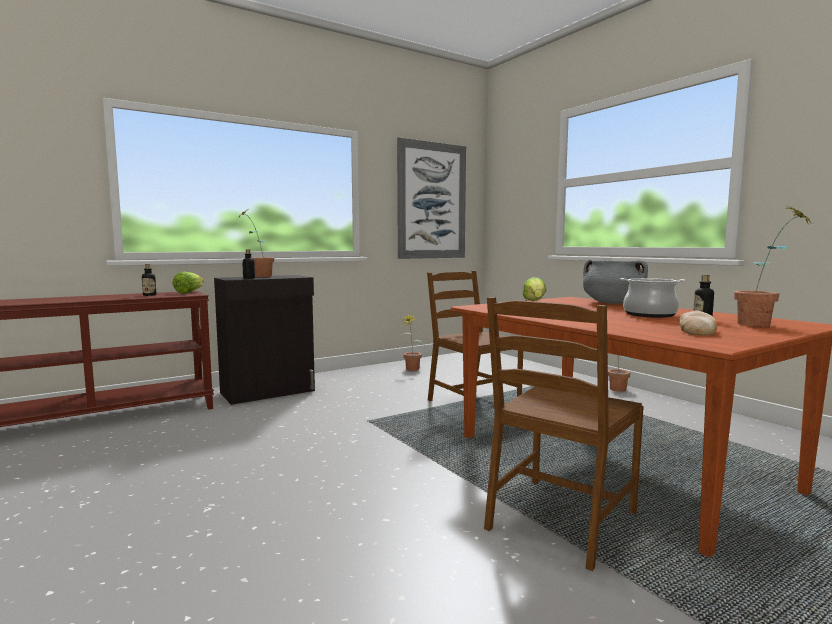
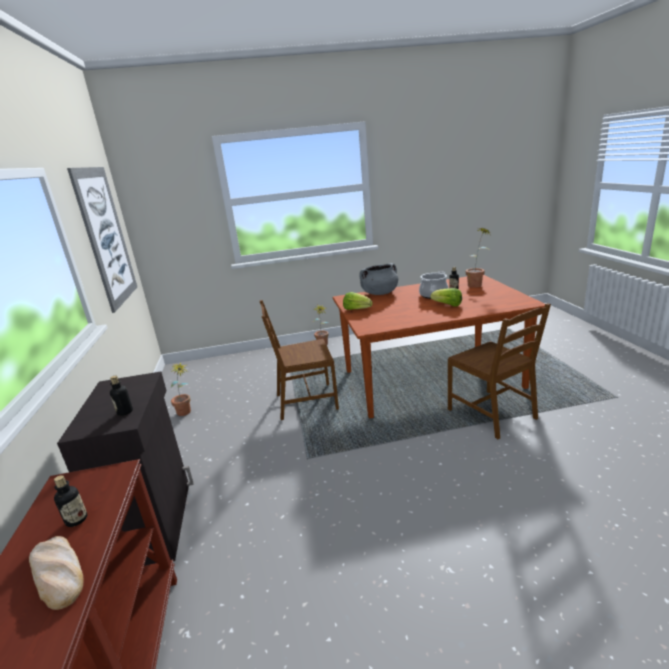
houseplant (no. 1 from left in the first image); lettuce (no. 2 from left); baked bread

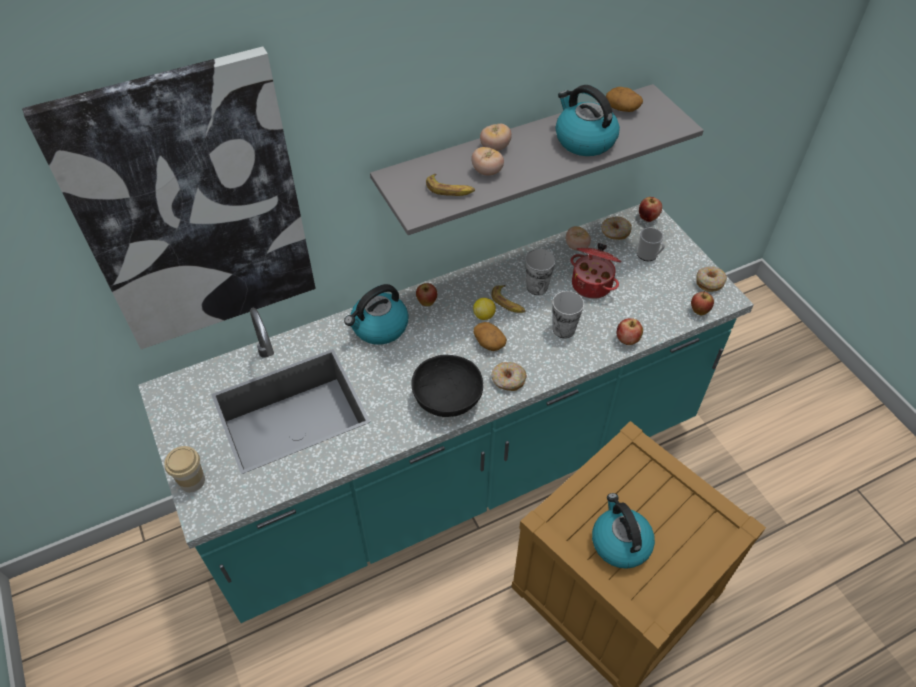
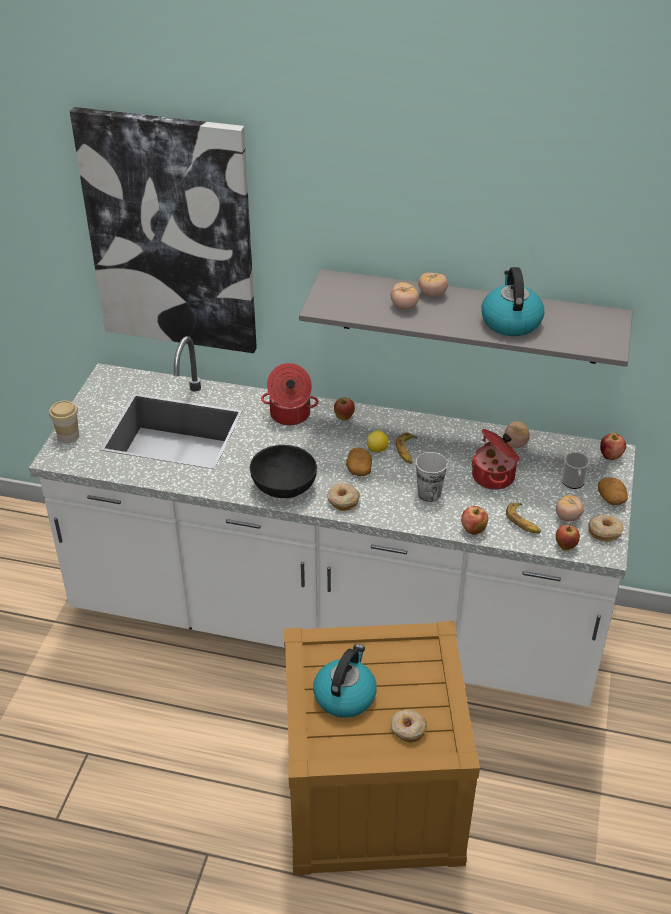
whole potato (no. 2 from left); banana (no. 2 from left); kitchen base unit (white); donut (no. 2 from left); drinking cup (no. 2 from left in the first image); saucepot (no. 1 from left); tomato (no. 4 from left)

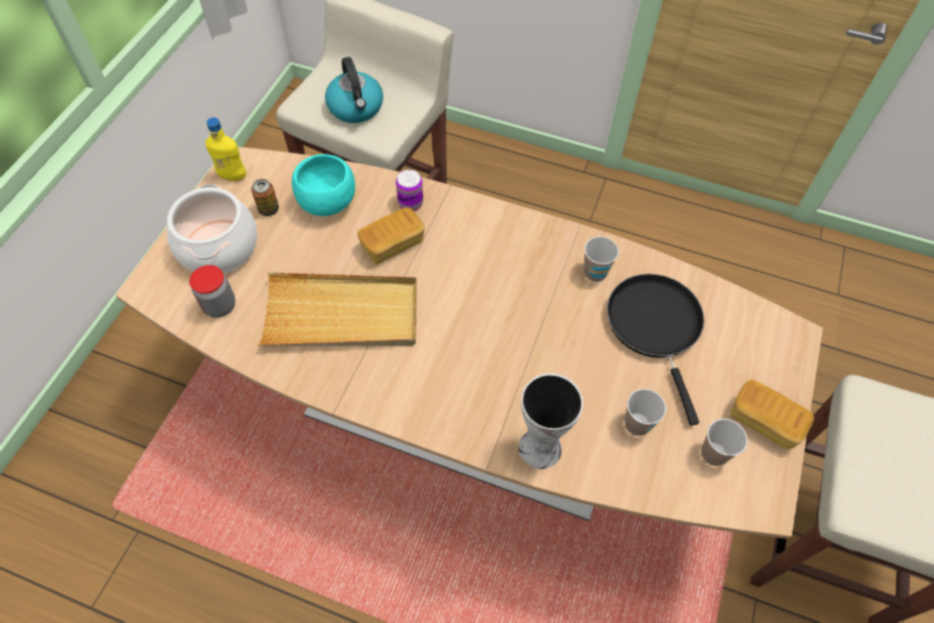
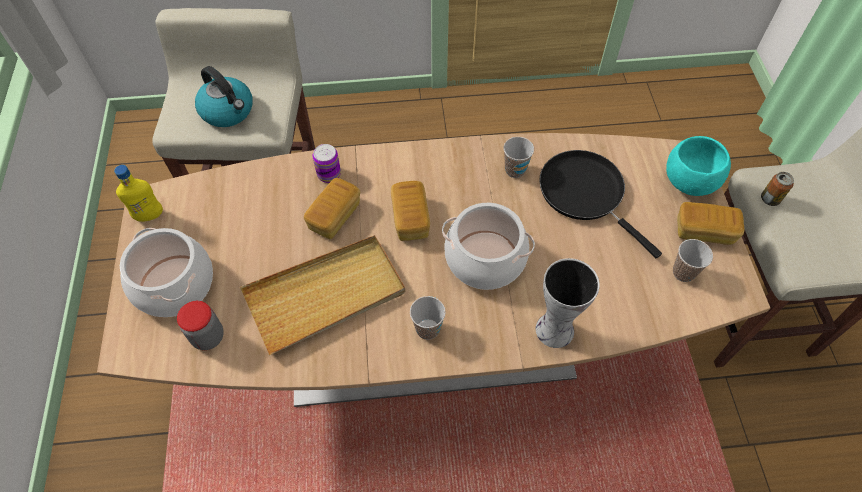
bowl (blue-green); can (no. 2 from left); drinking cup (no. 1 from left); baked bread (no. 2 from left); saucepot (no. 2 from left)

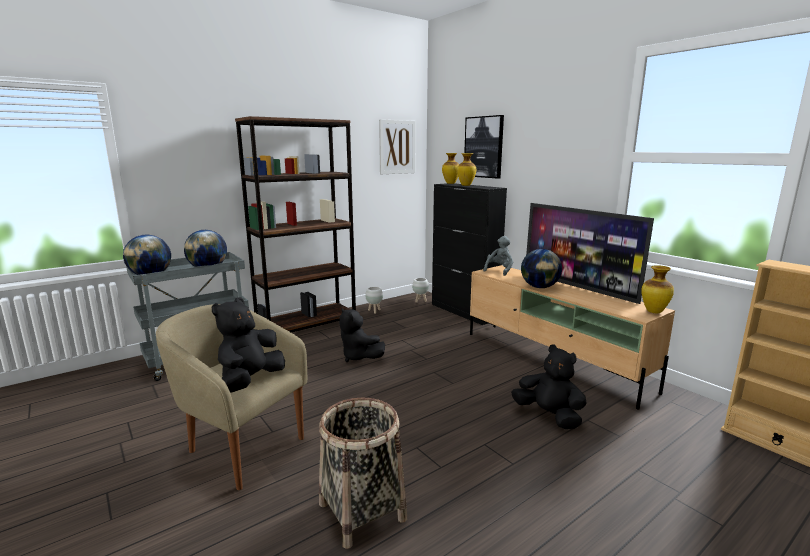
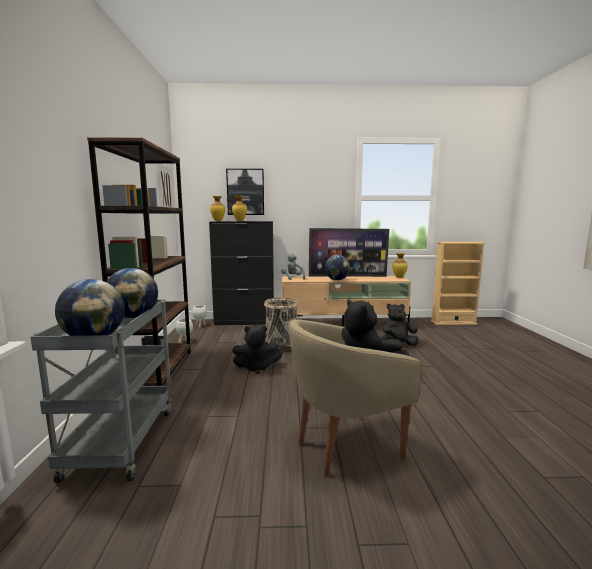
basket

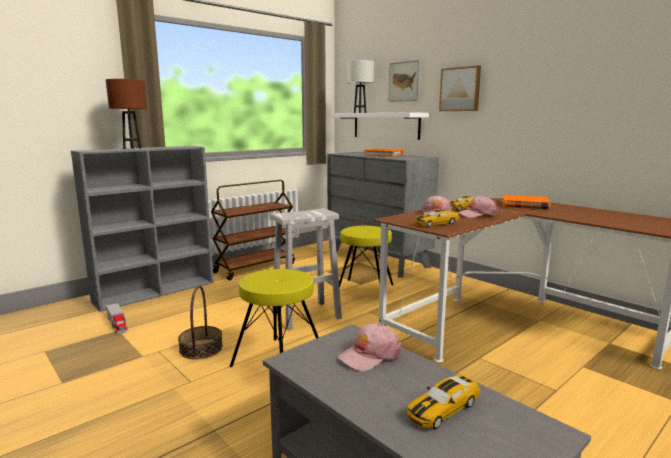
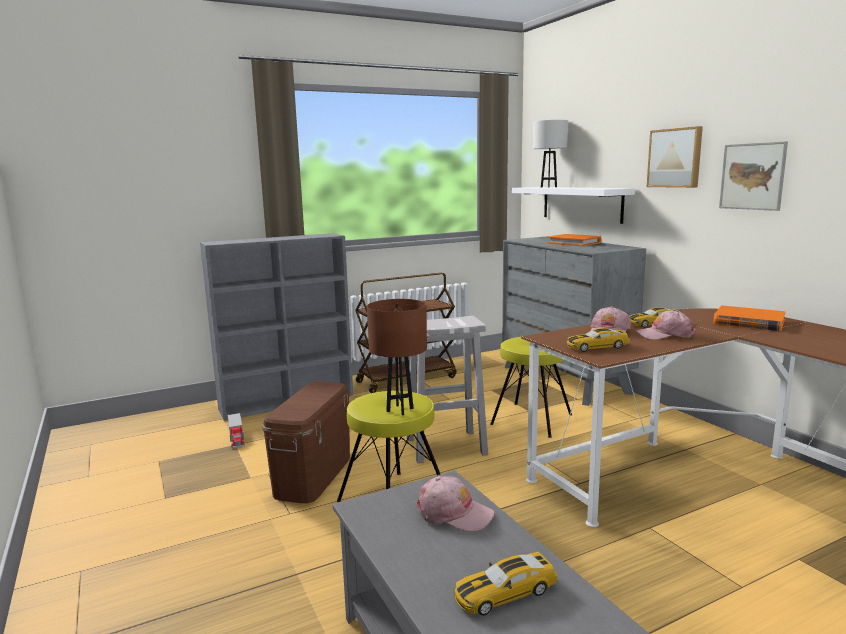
wall picture (no. 2 from left); tabletop lamp (brown); storage bin (brown); peaked cap (pink-coloured) (no. 1 from left)

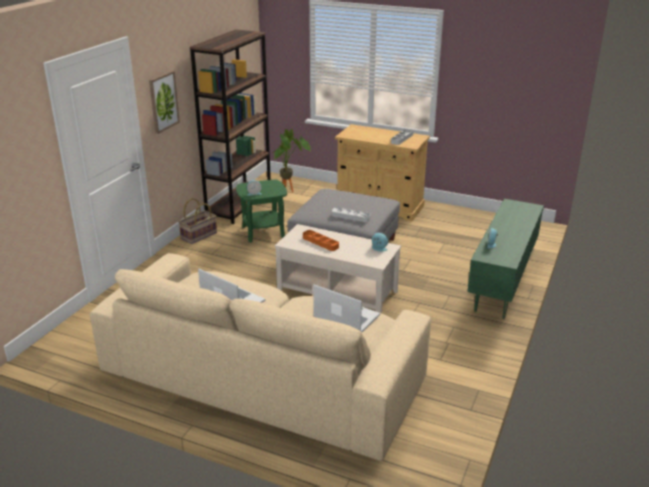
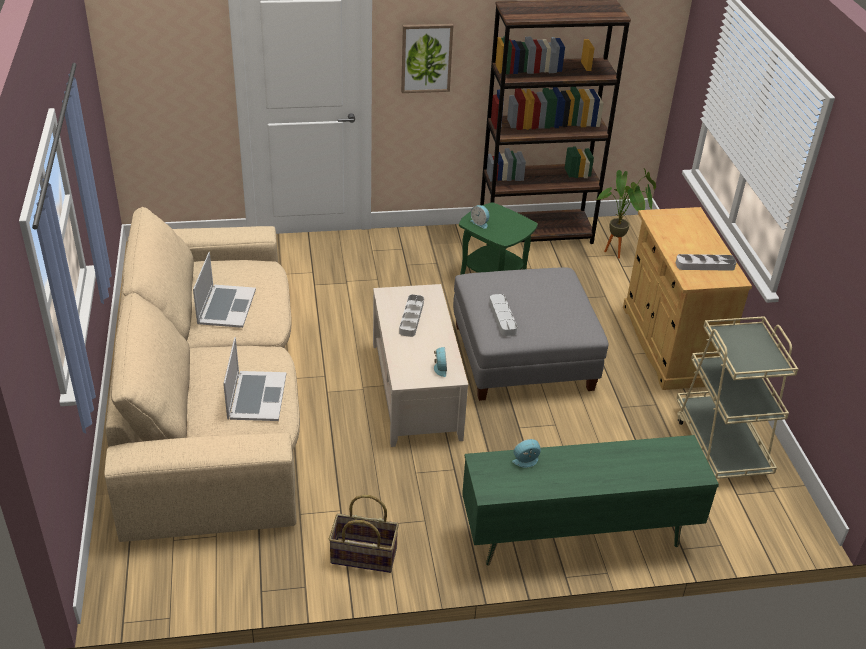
basket; carrying tray (greyish) (no. 1 from left); trolley (sand-coloured)

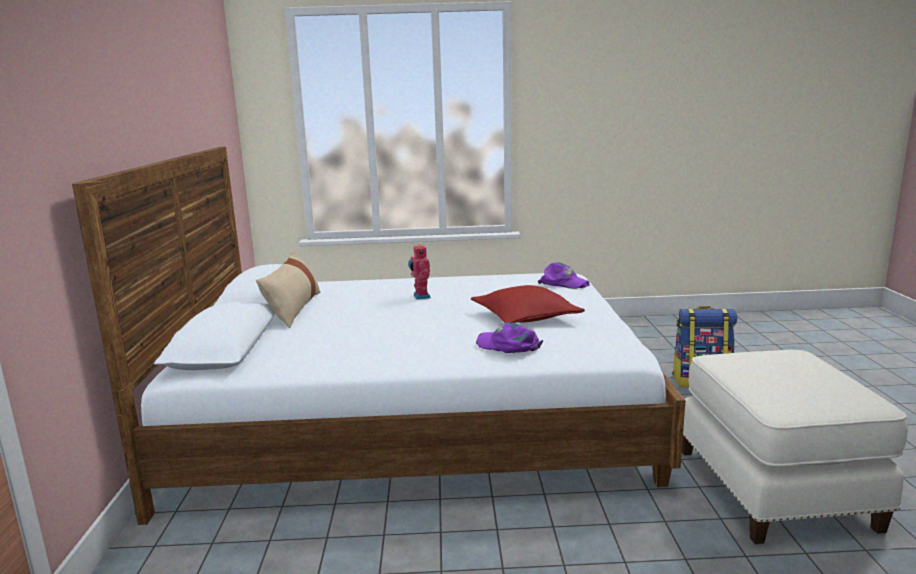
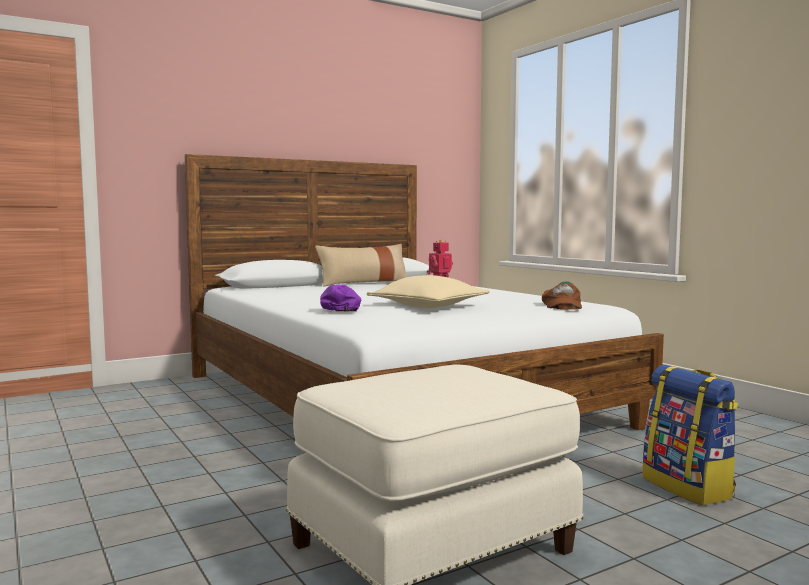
peaked cap (brown); pillow (sand-coloured) (no. 2 from left)

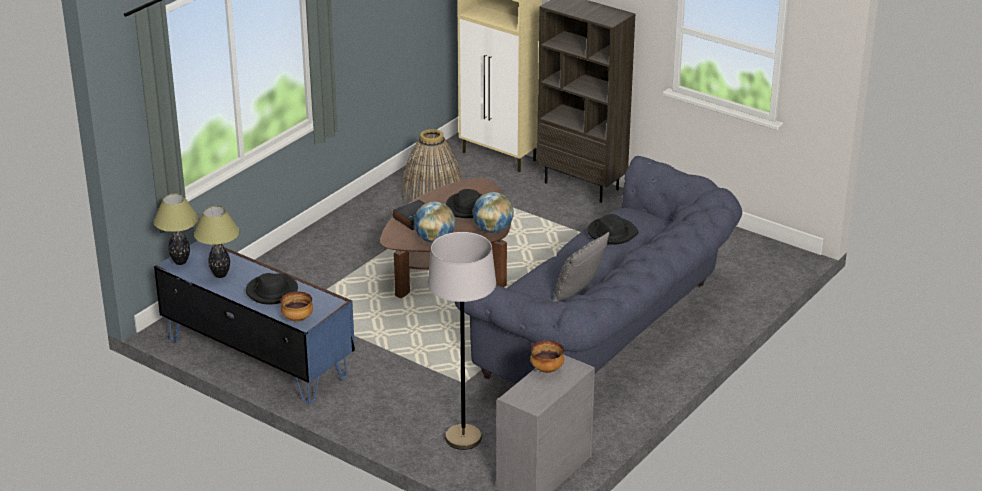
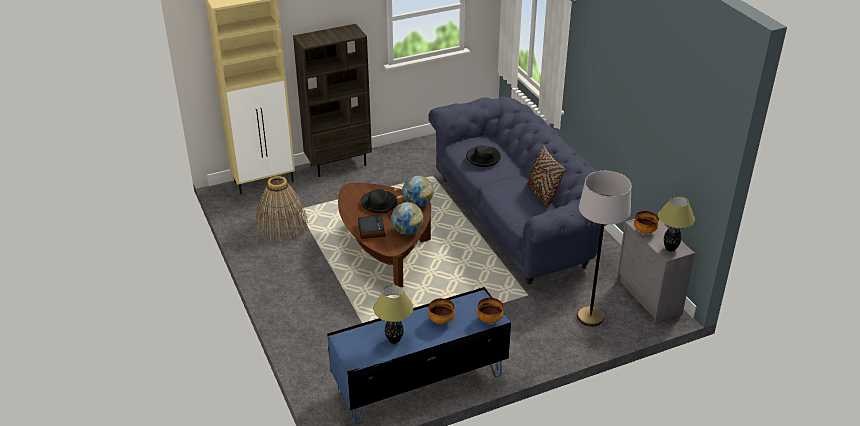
tabletop lamp (no. 2 from left); pillow (brown); bowl (no. 1 from left)

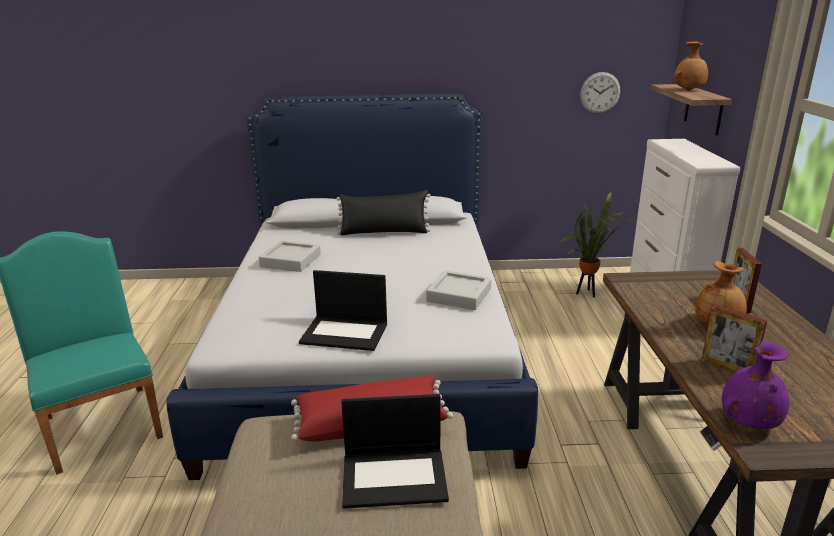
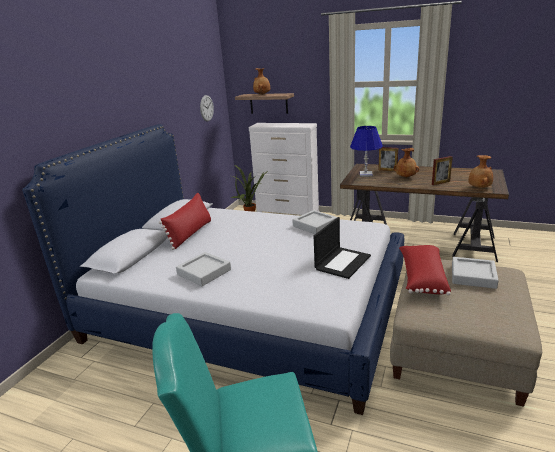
pillow (red) (no. 1 from left); decorative vase (brown) (no. 3 from left); carrying tray (greyish) (no. 3 from left); tabletop lamp (bluish)

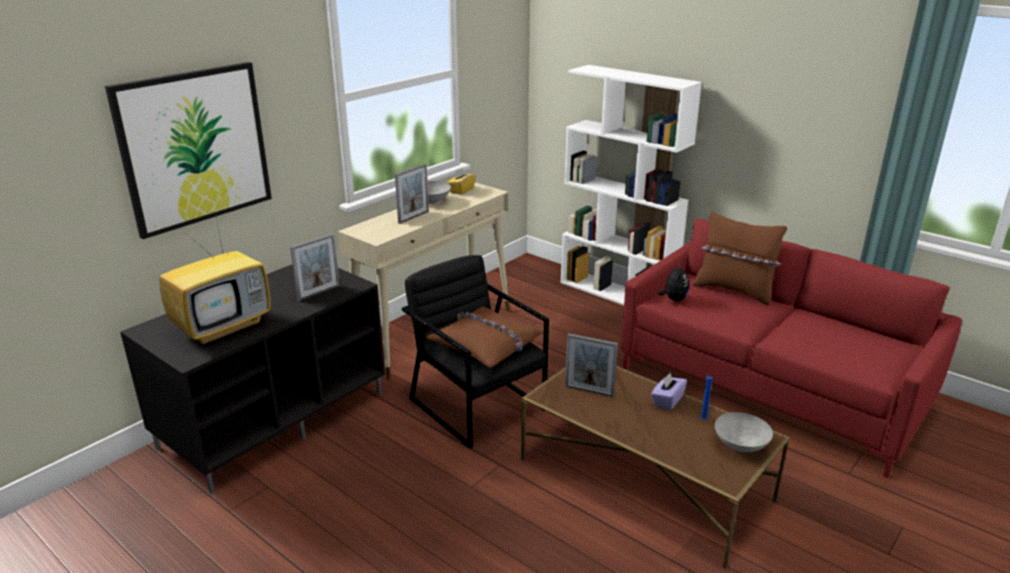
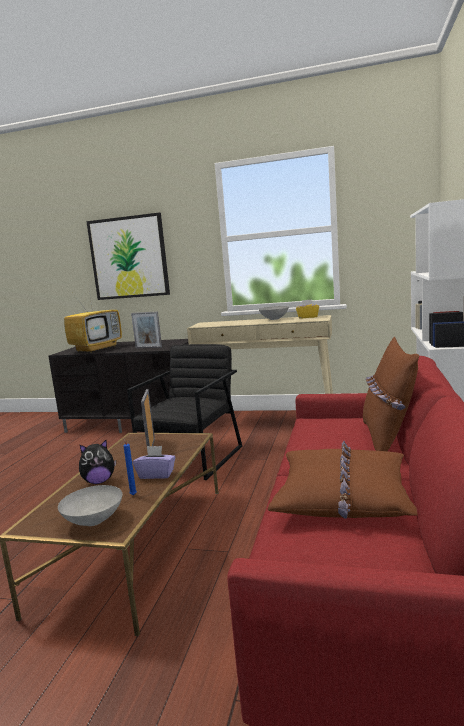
standing frame (no. 2 from left in the first image); television; cuddly toy; pillow (brown) (no. 1 from left)

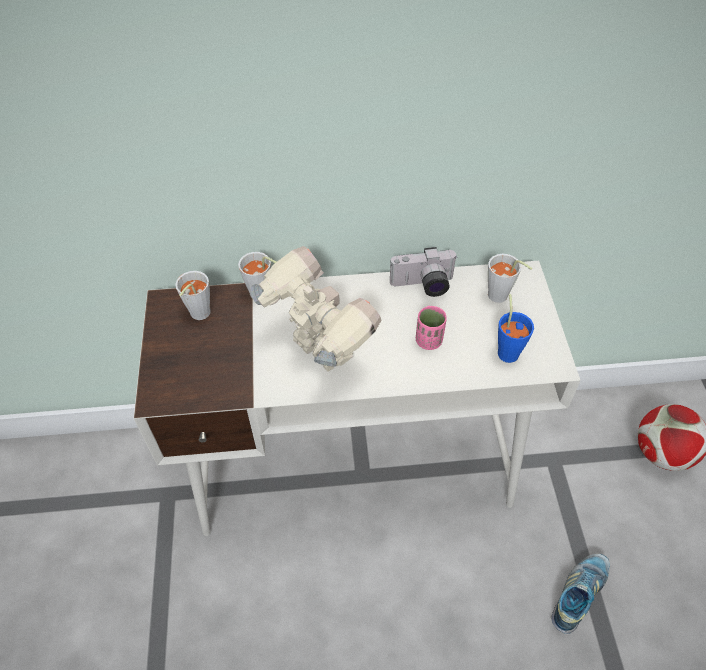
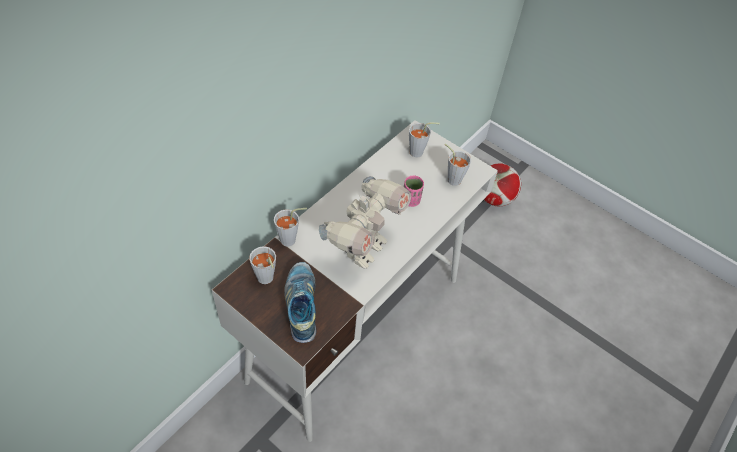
robot figure; still camera; drinking cup (greyish) (no. 4 from left); shoe

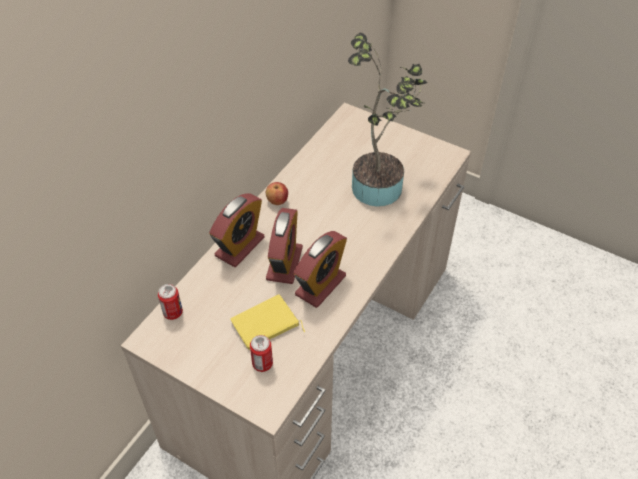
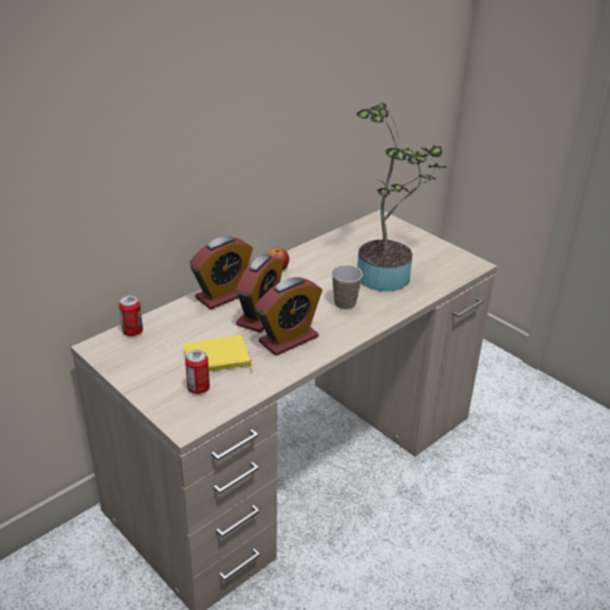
drinking cup

